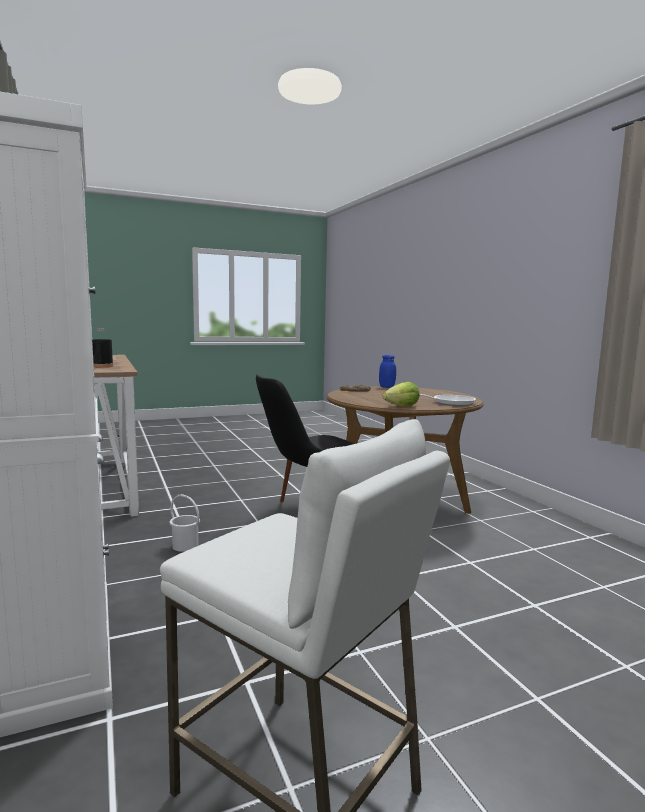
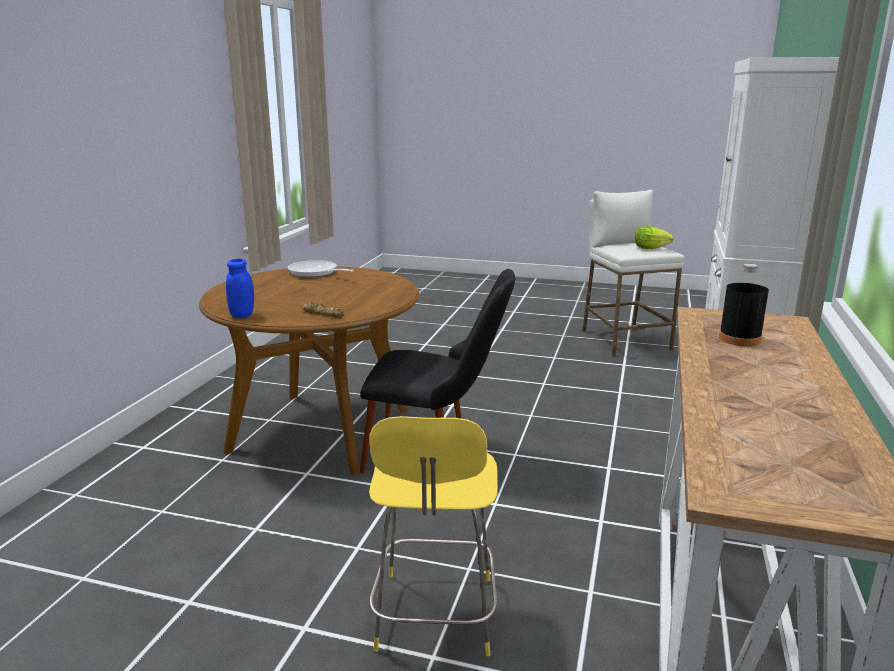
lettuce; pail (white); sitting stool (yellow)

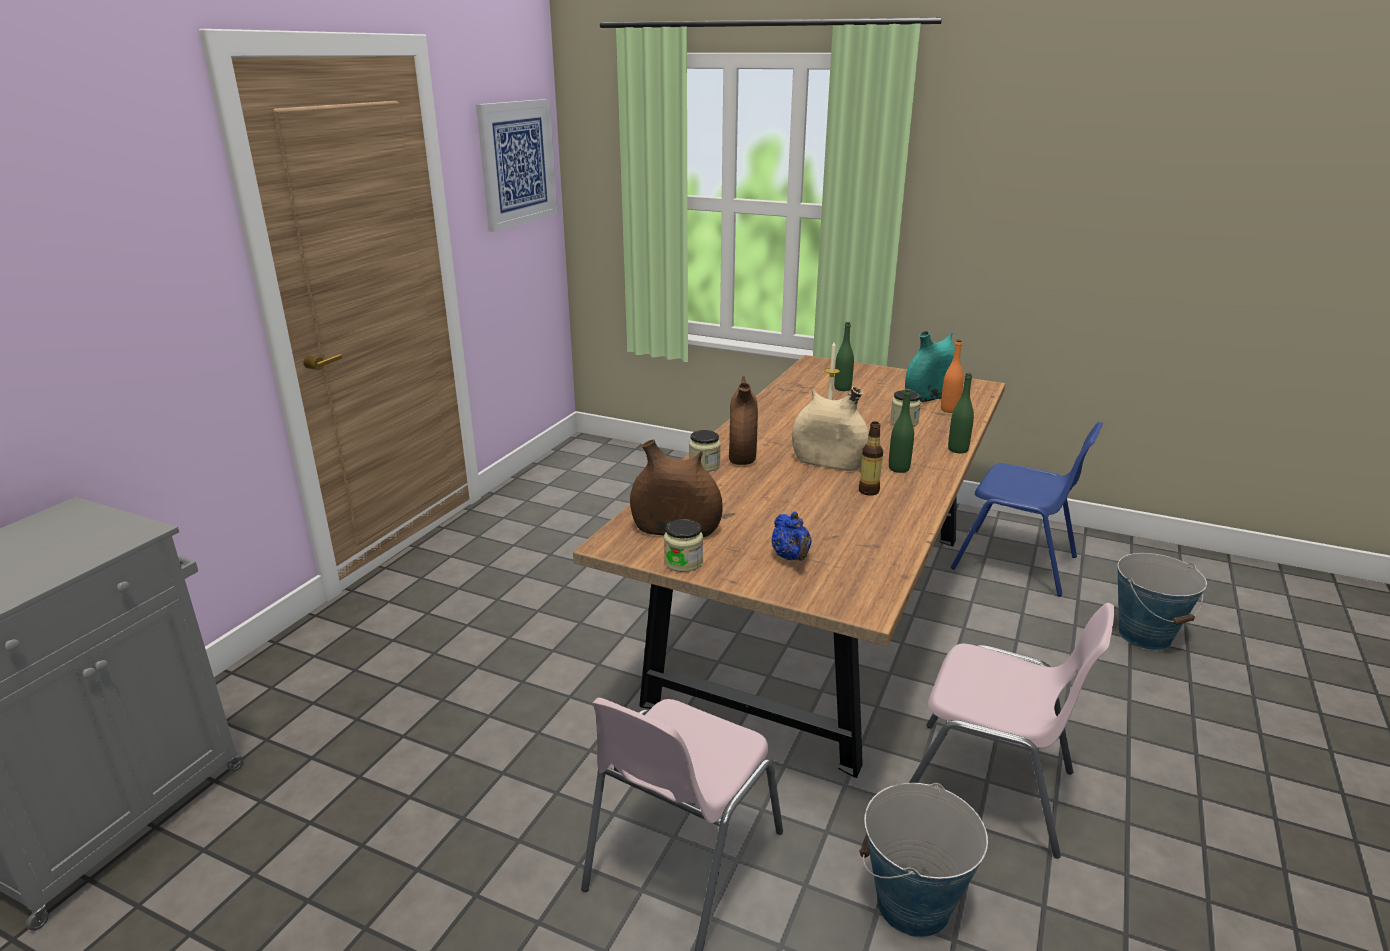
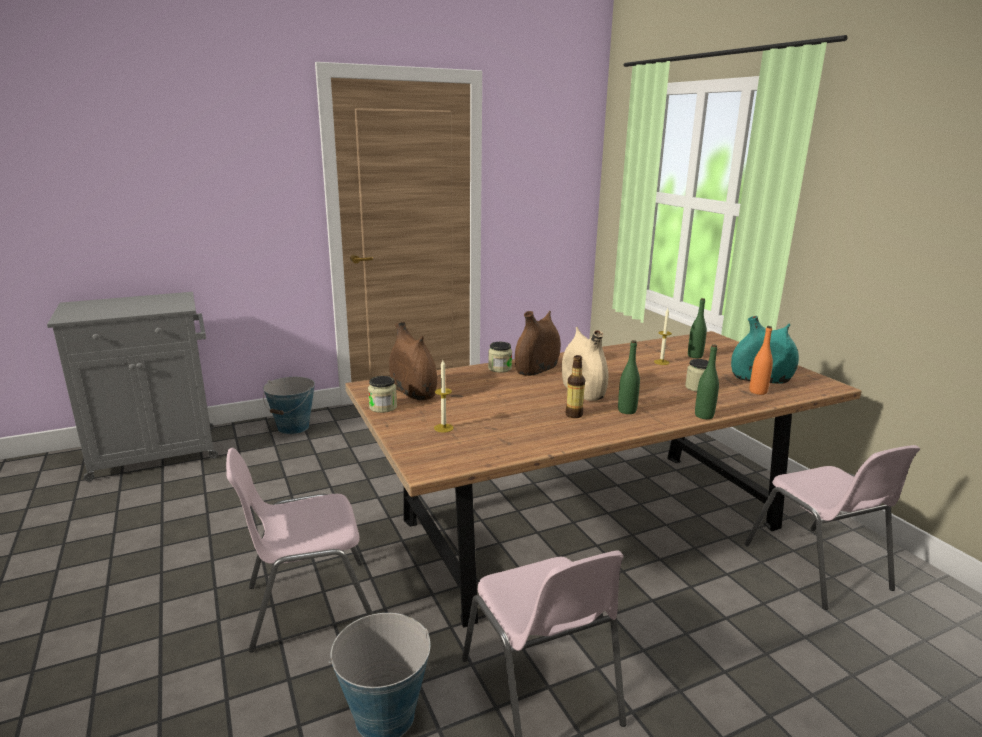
wall picture; plain chair (pink-coloured) (no. 3 from left); wax light (no. 1 from left); pail (no. 1 from left)

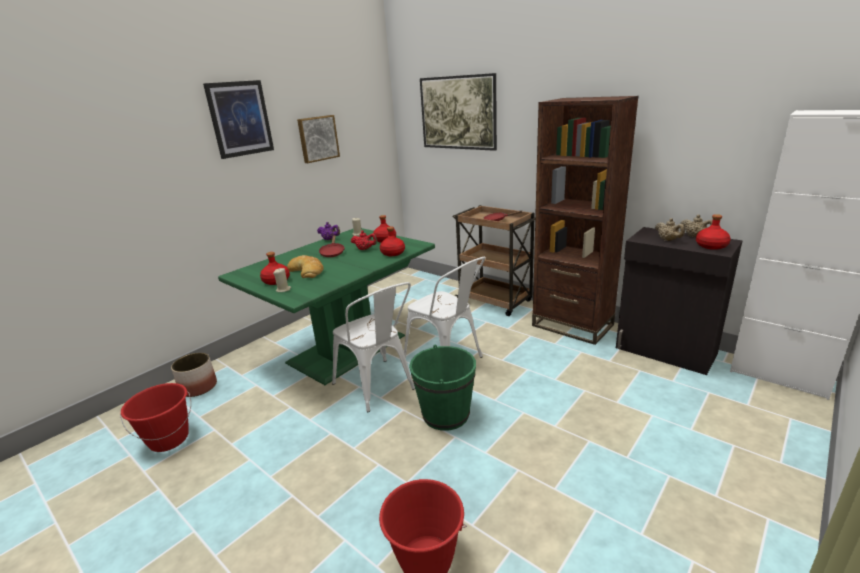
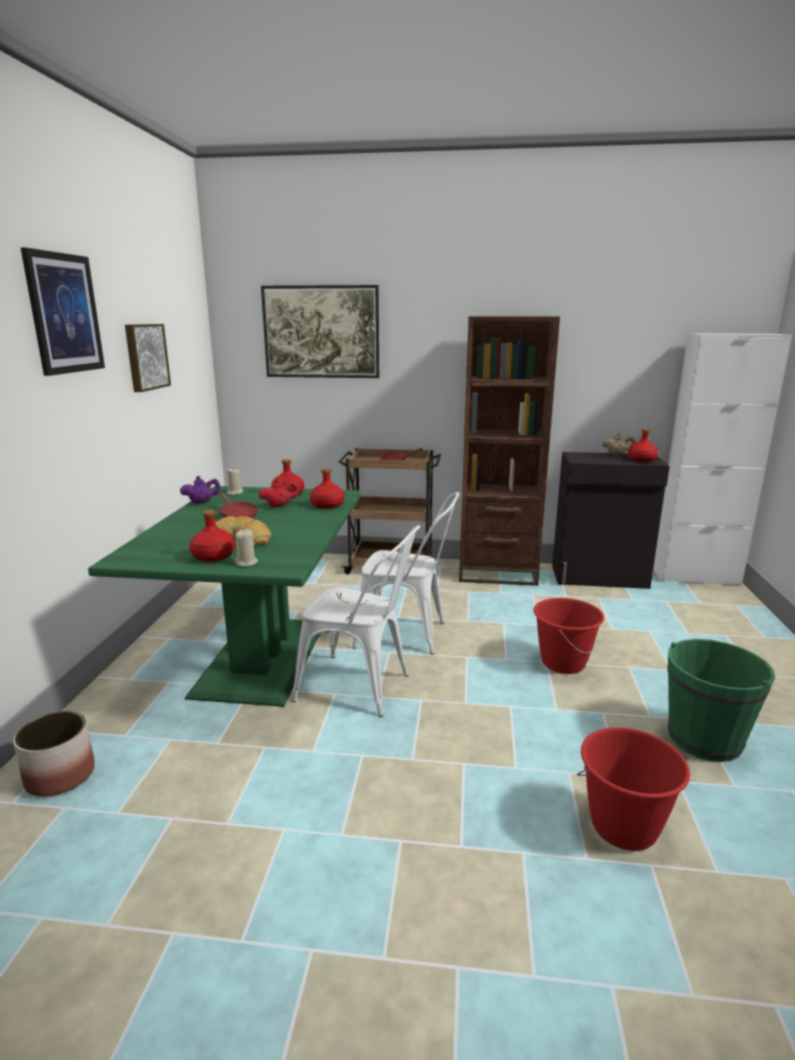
pot for tea (sand-coloured) (no. 1 from left in the first image); pail (green-coloured); pail (red) (no. 1 from left)

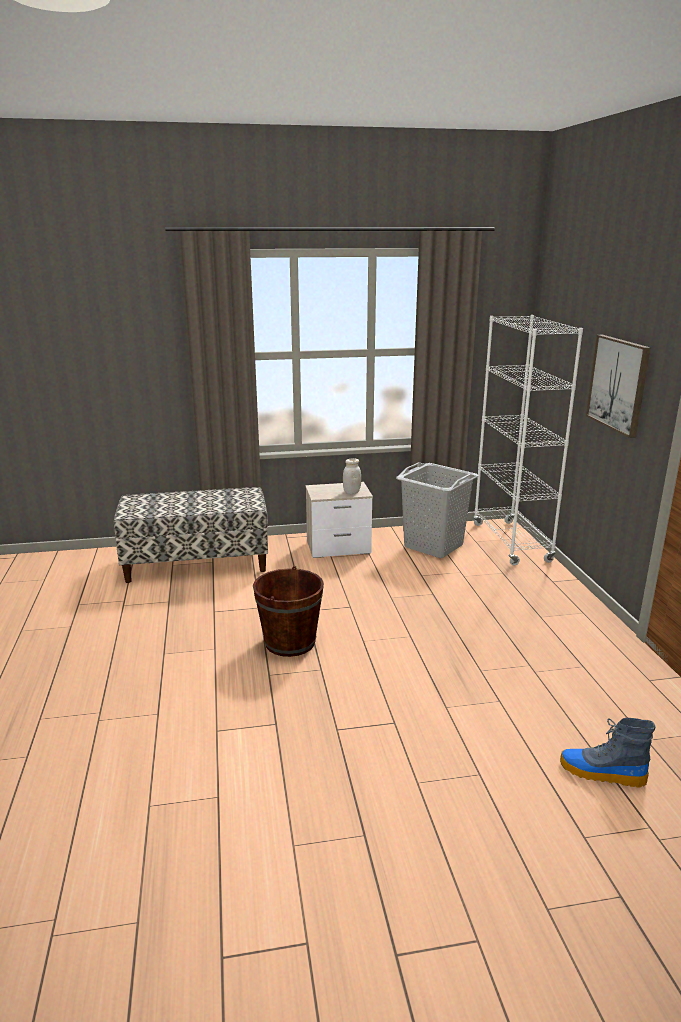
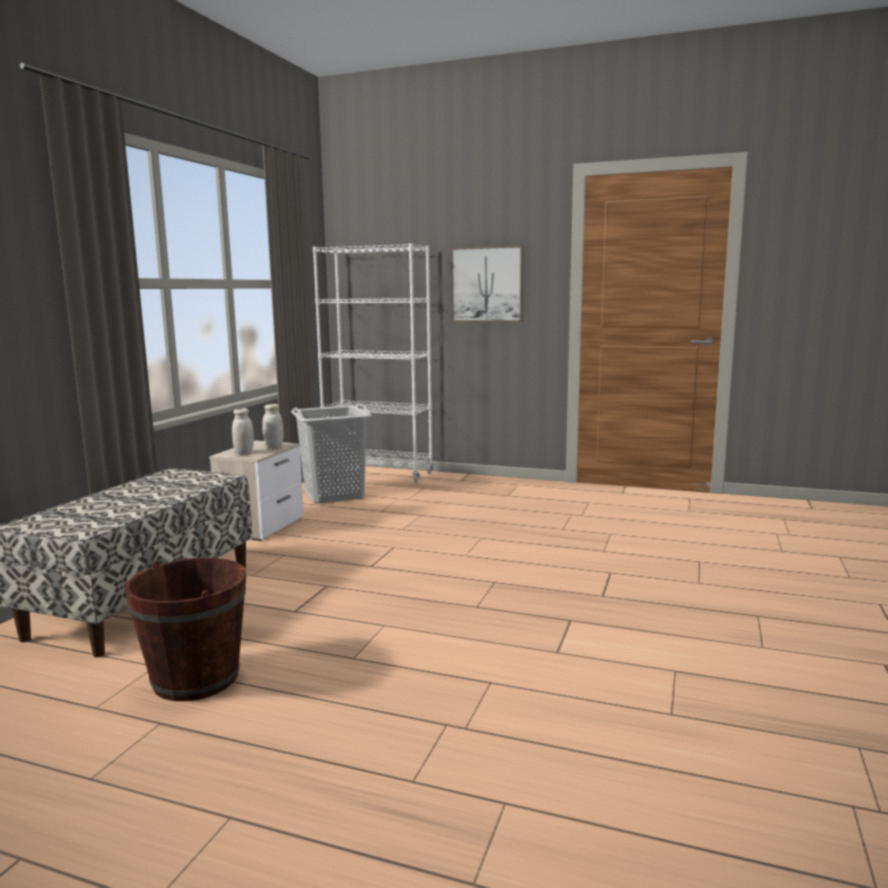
pail (brown); high-top boot; preserve jar (white) (no. 1 from left)

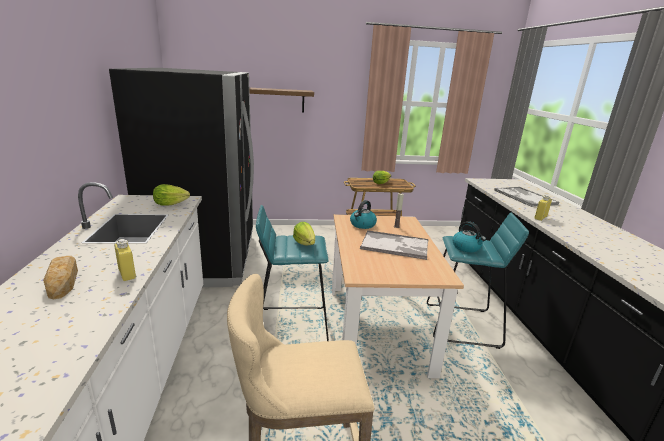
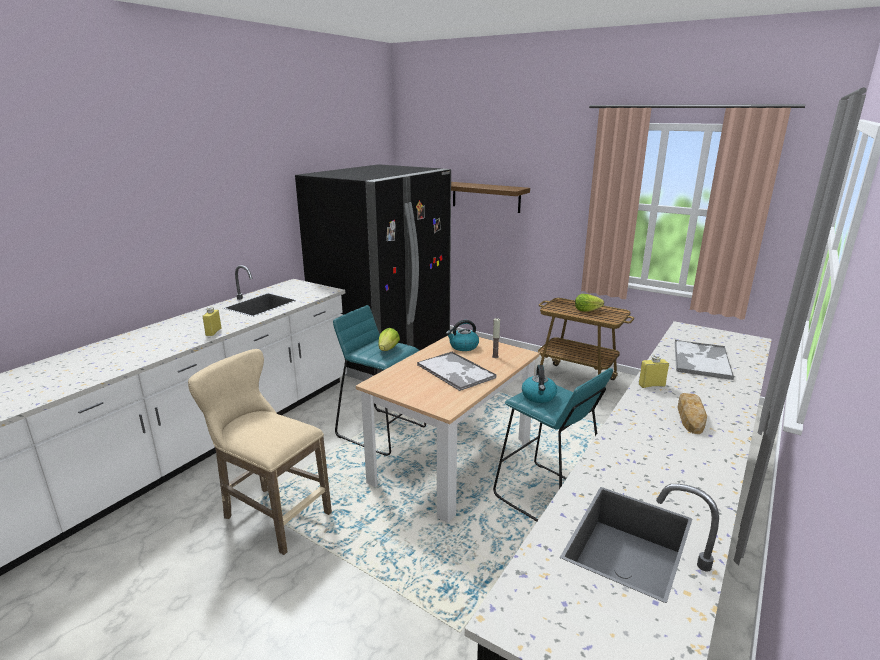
lettuce (no. 1 from left in the first image); baked bread

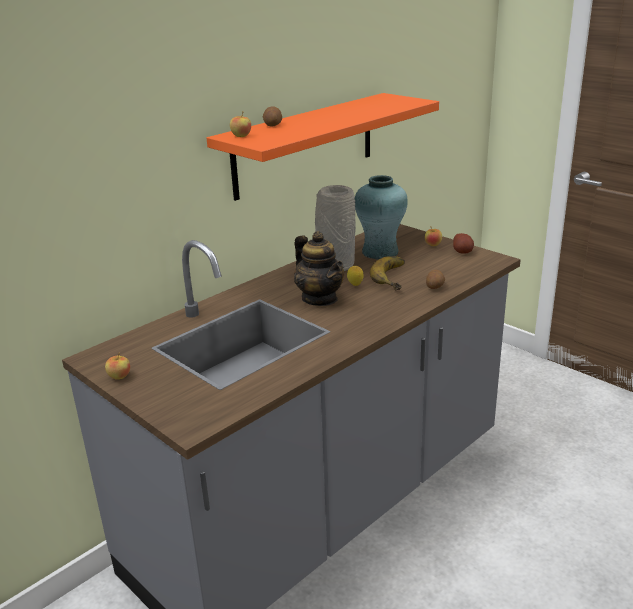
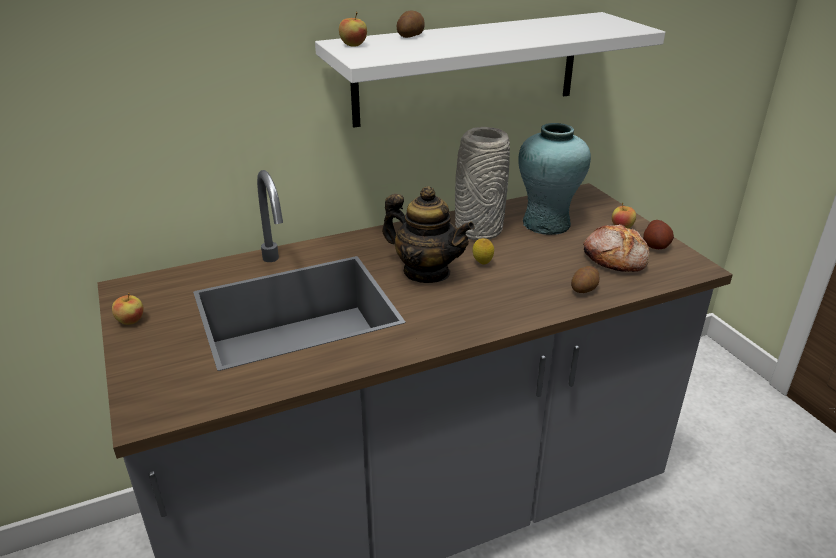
wall shelf (white); pot for tea; banana; baked bread

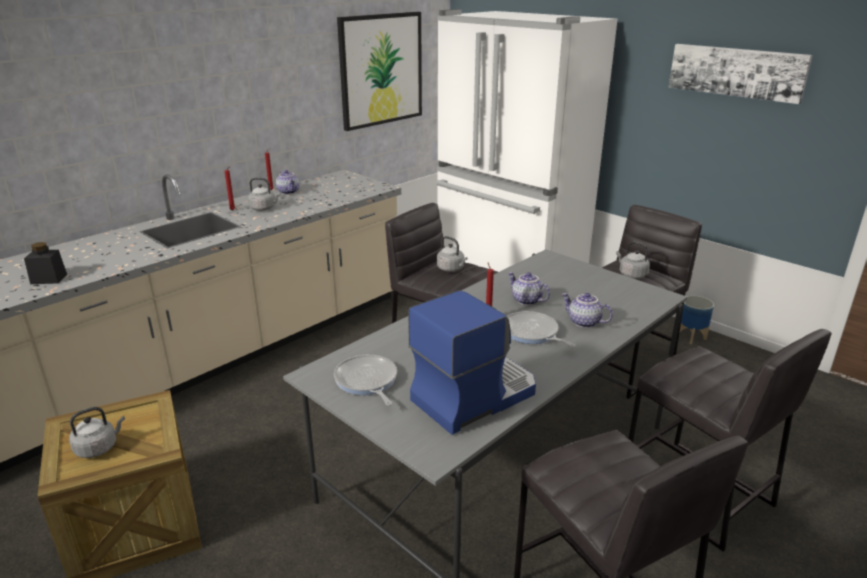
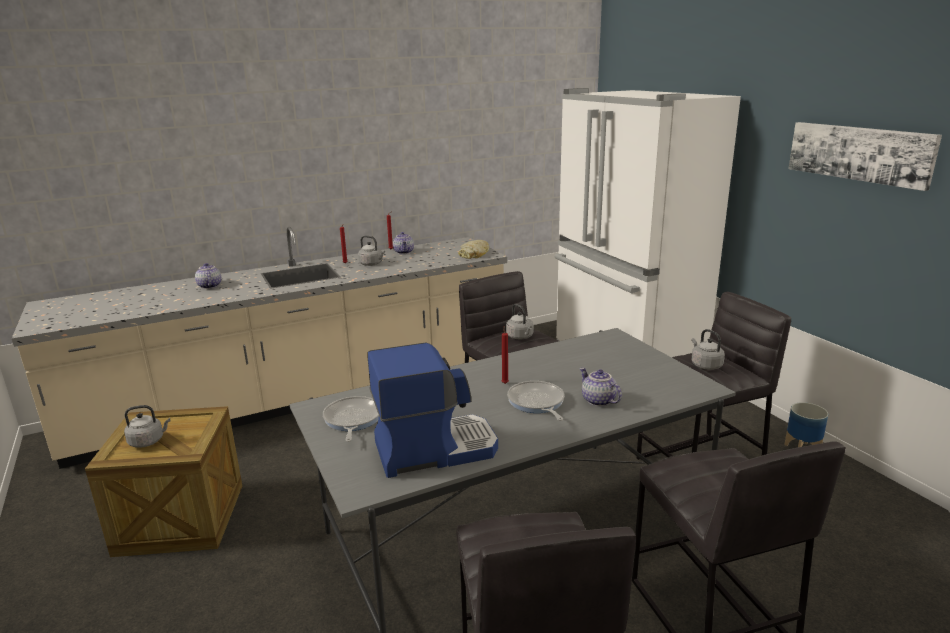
wall picture (no. 1 from left in the first image); preserve jar (black-coloured); pot for tea (no. 1 from left); baked bread

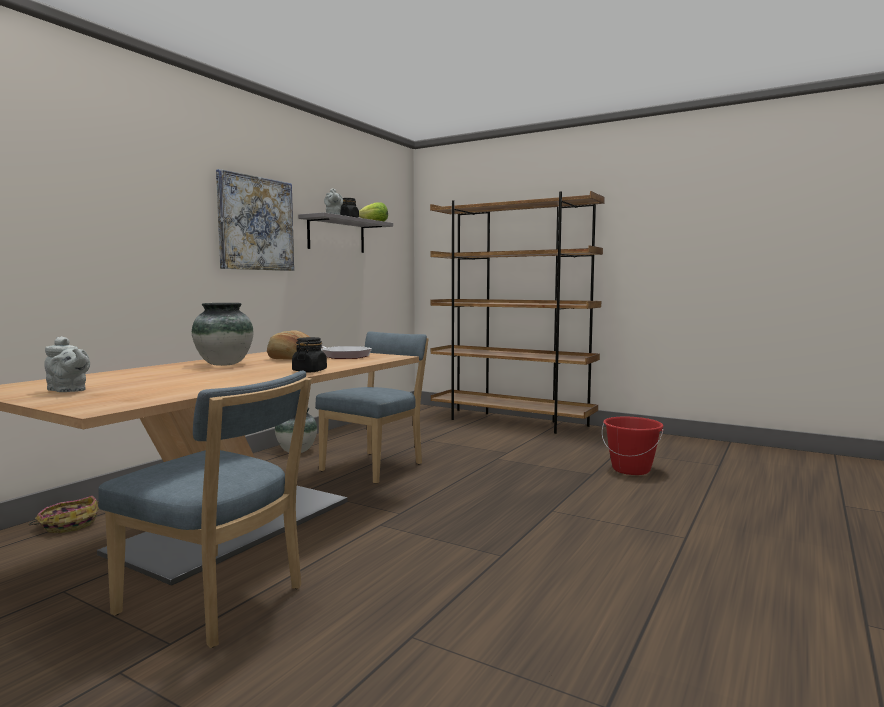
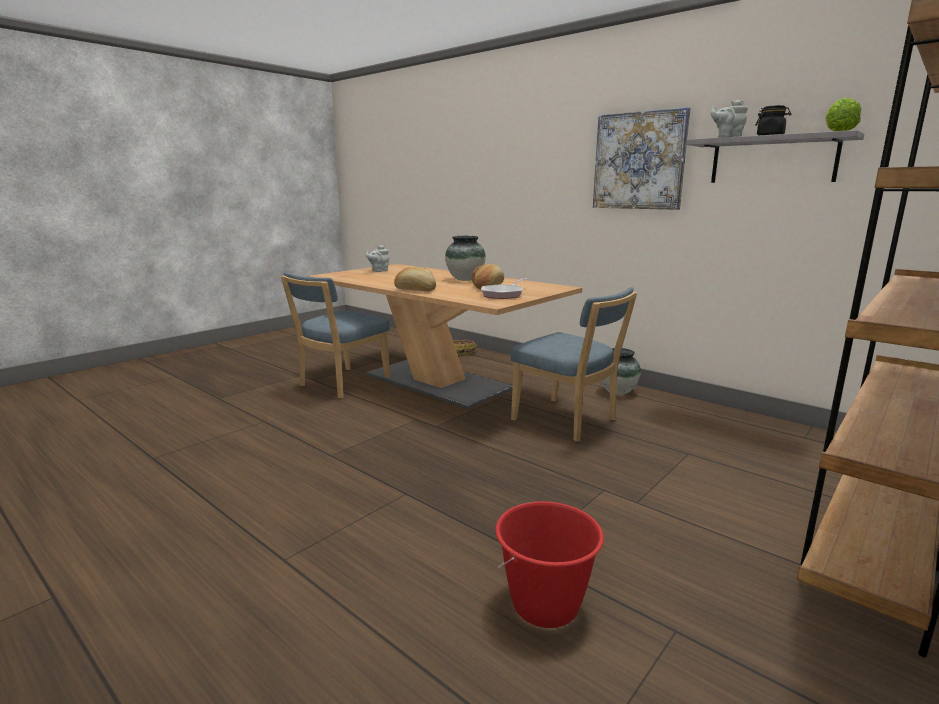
baked bread (no. 1 from left)

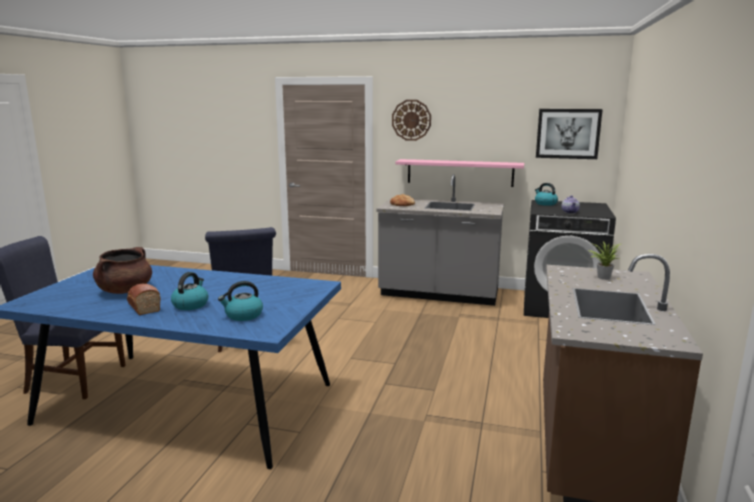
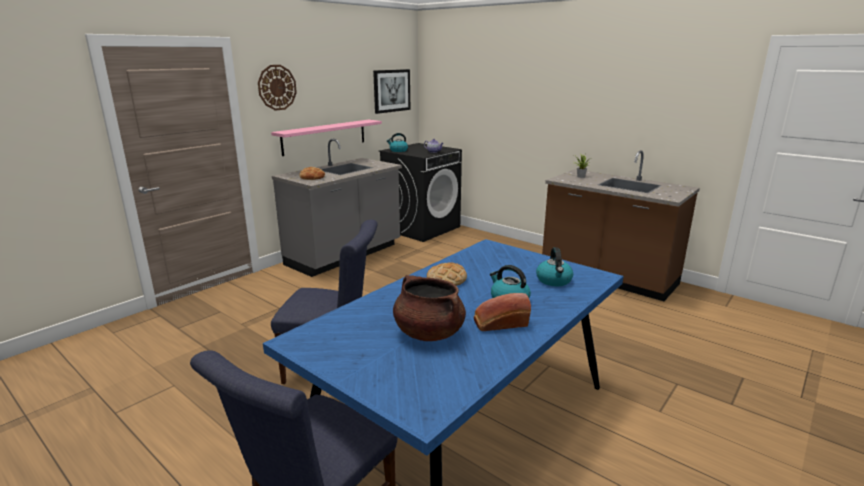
baked bread (no. 2 from left)

